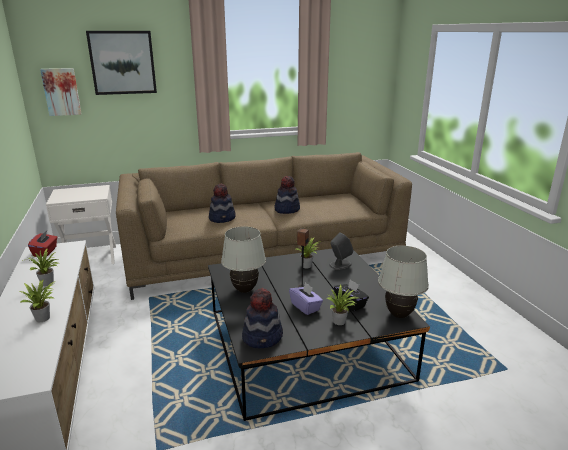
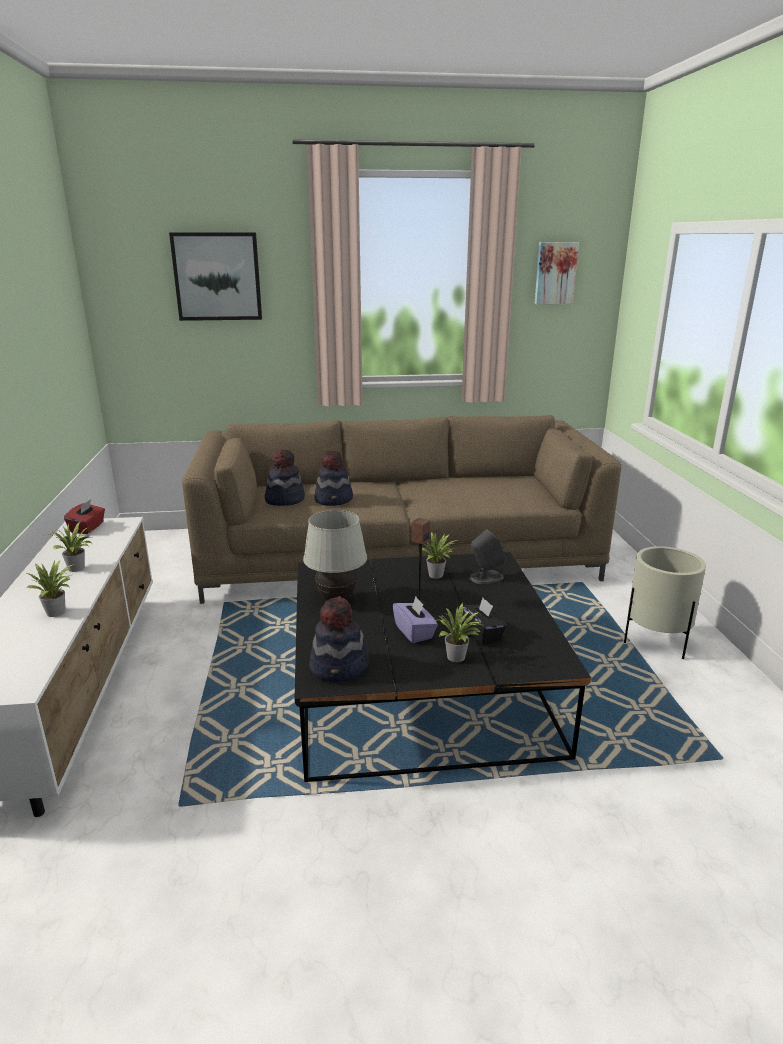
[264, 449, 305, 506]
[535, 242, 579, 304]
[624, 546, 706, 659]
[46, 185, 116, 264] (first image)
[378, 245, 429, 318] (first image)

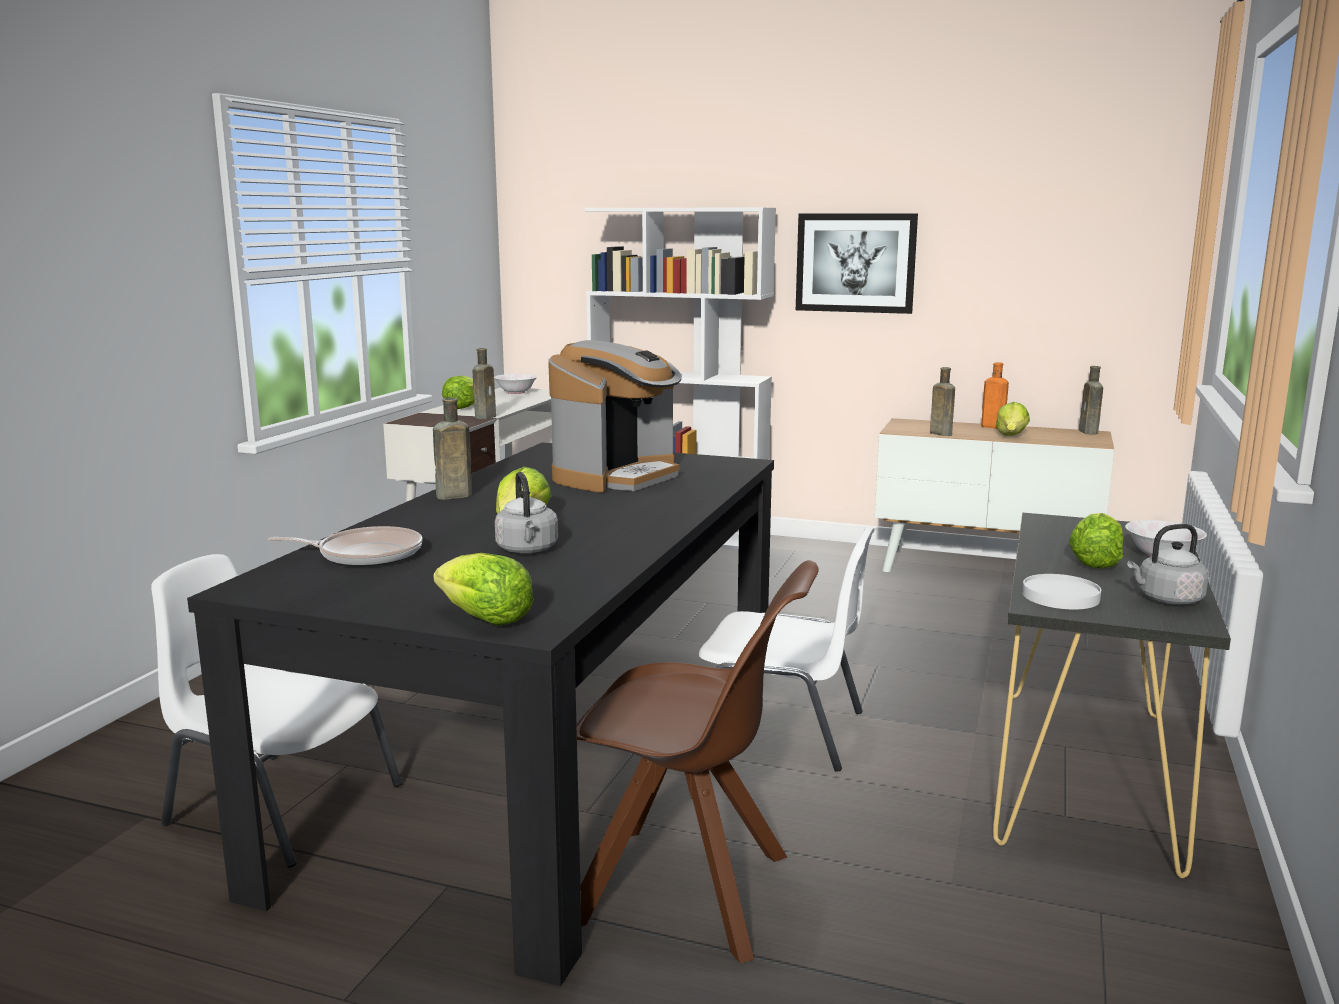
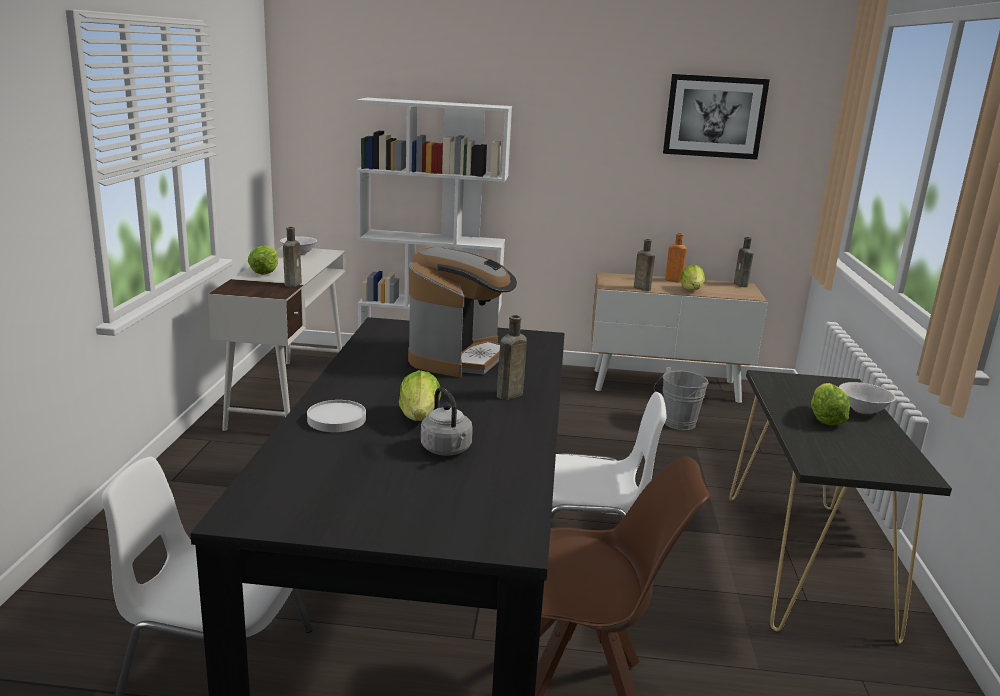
[307, 400, 366, 432]
[497, 315, 527, 400]
[654, 367, 708, 430]
[663, 74, 770, 160]
[268, 526, 423, 567] (first image)
[433, 553, 534, 626] (first image)
[1127, 524, 1209, 605] (first image)

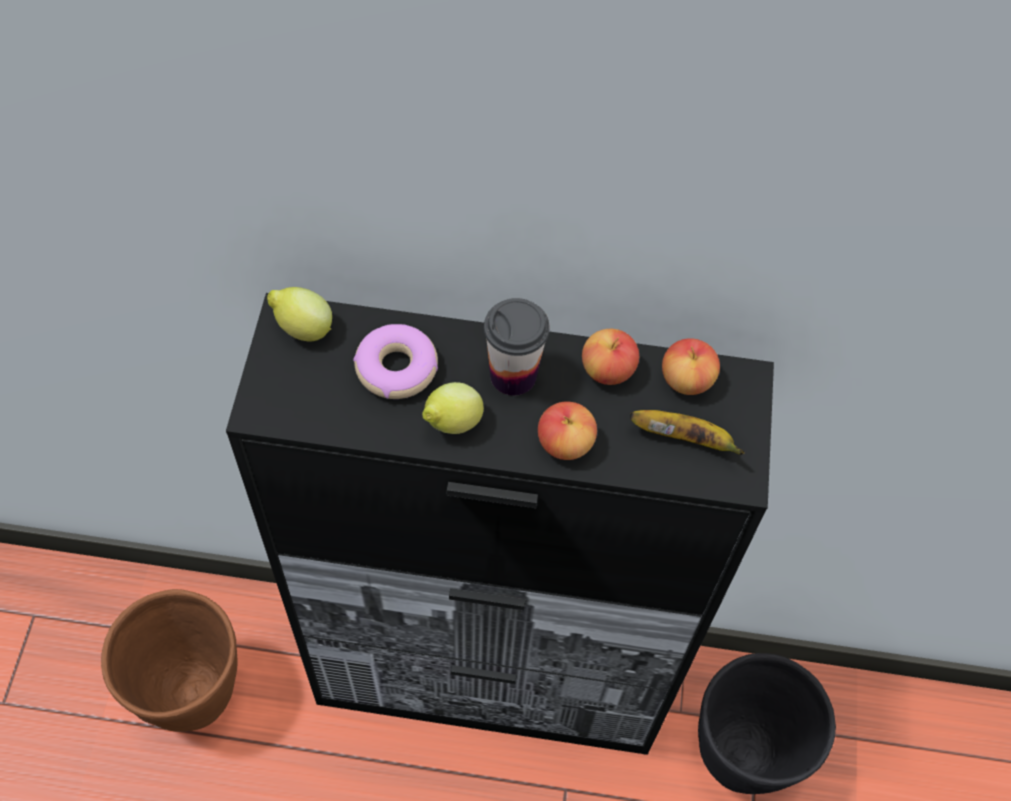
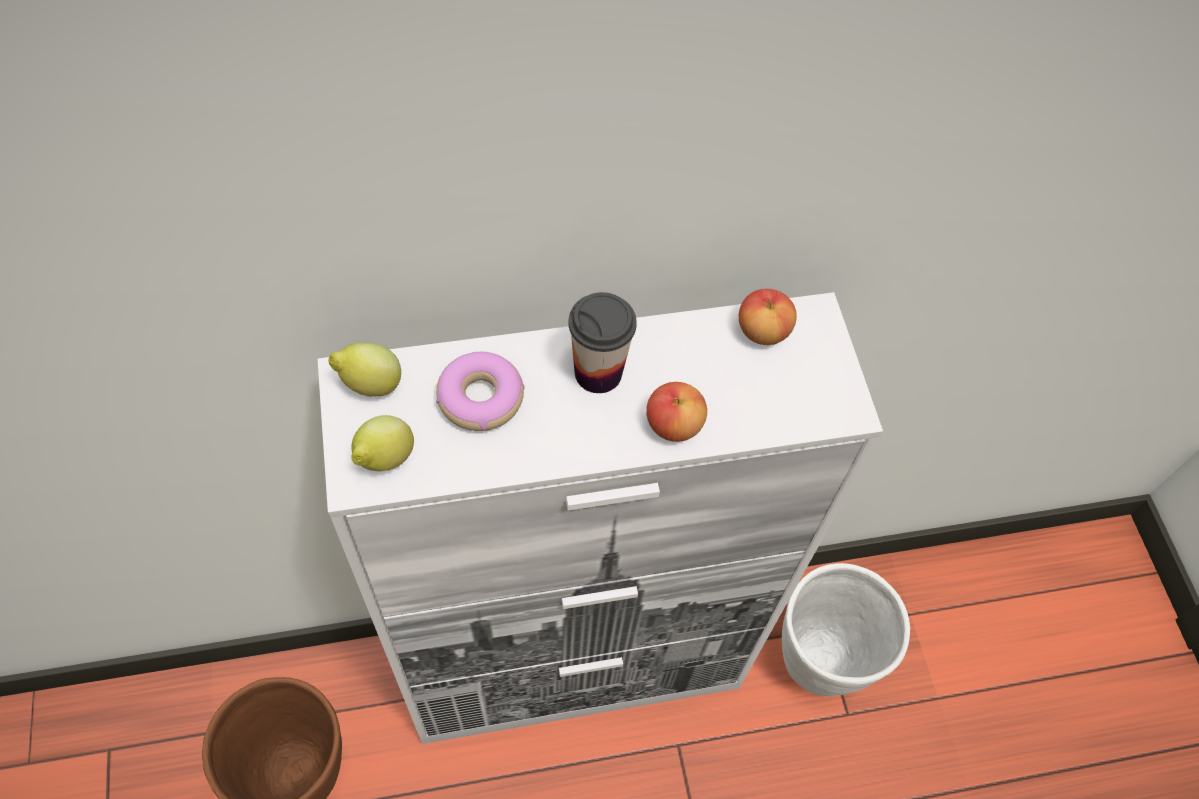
[317, 292, 883, 744]
[351, 415, 414, 471]
[782, 563, 910, 696]
[582, 329, 639, 385] (first image)
[630, 410, 745, 455] (first image)

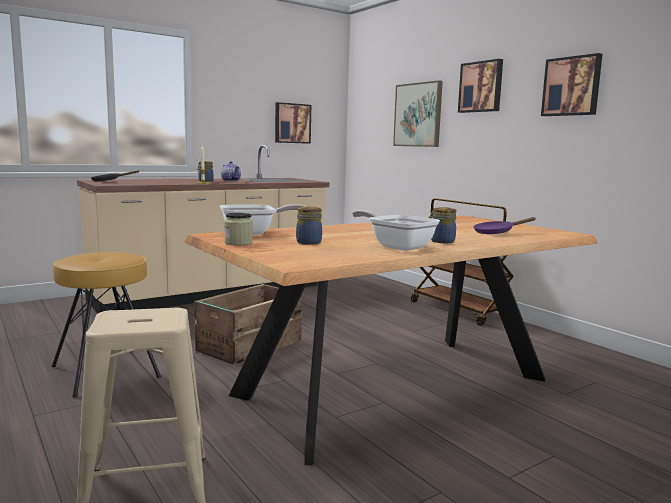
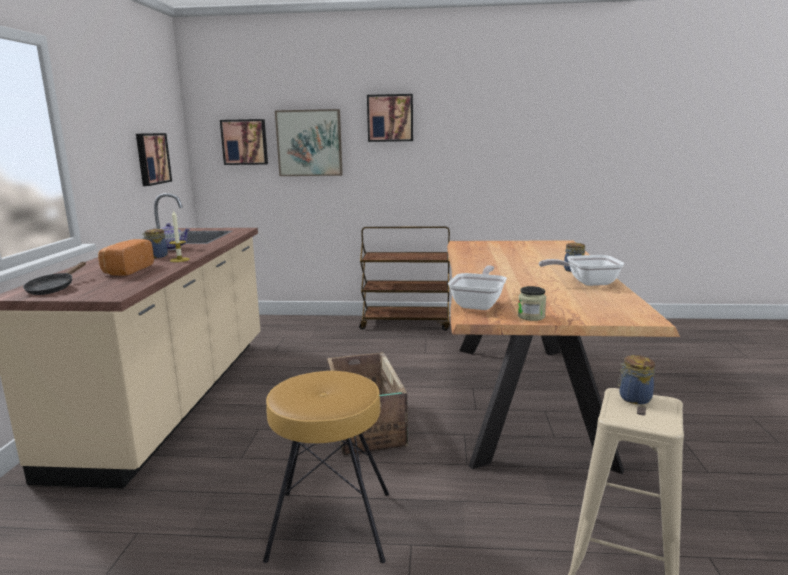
[98, 239, 154, 276]
[220, 119, 268, 165]
[618, 355, 655, 404]
[473, 217, 536, 234] (first image)

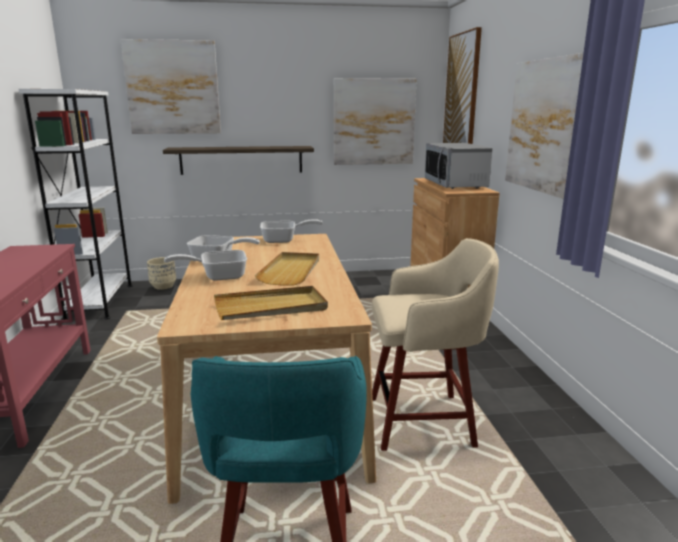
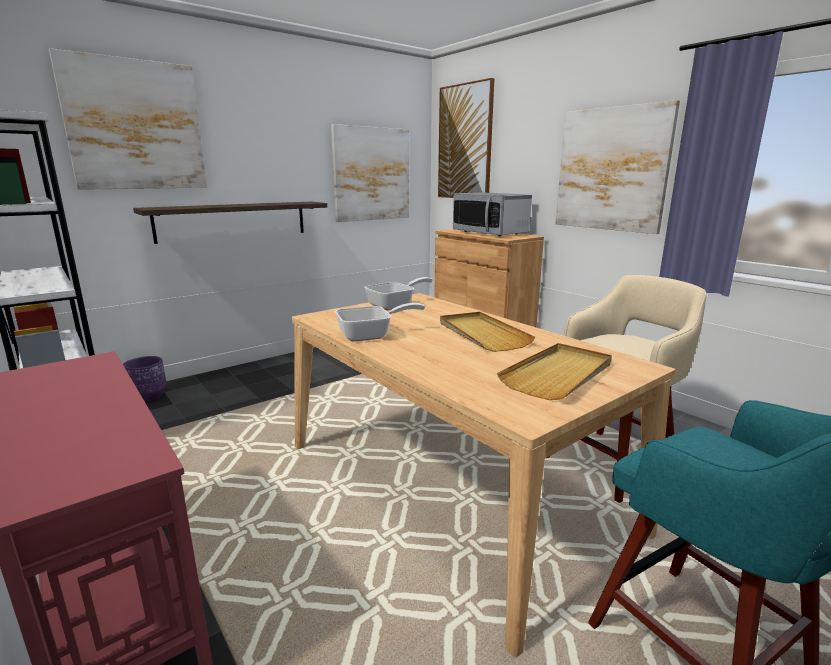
[123, 356, 167, 401]
[164, 250, 247, 281] (first image)

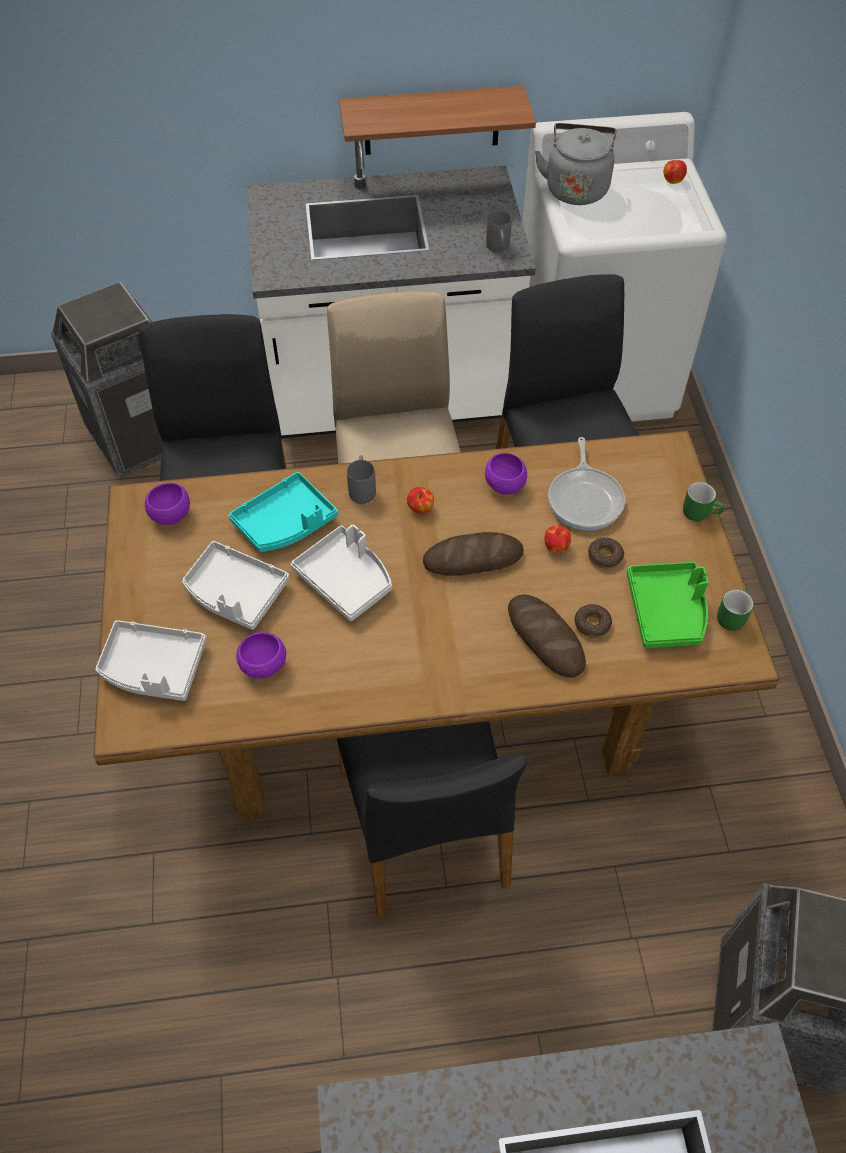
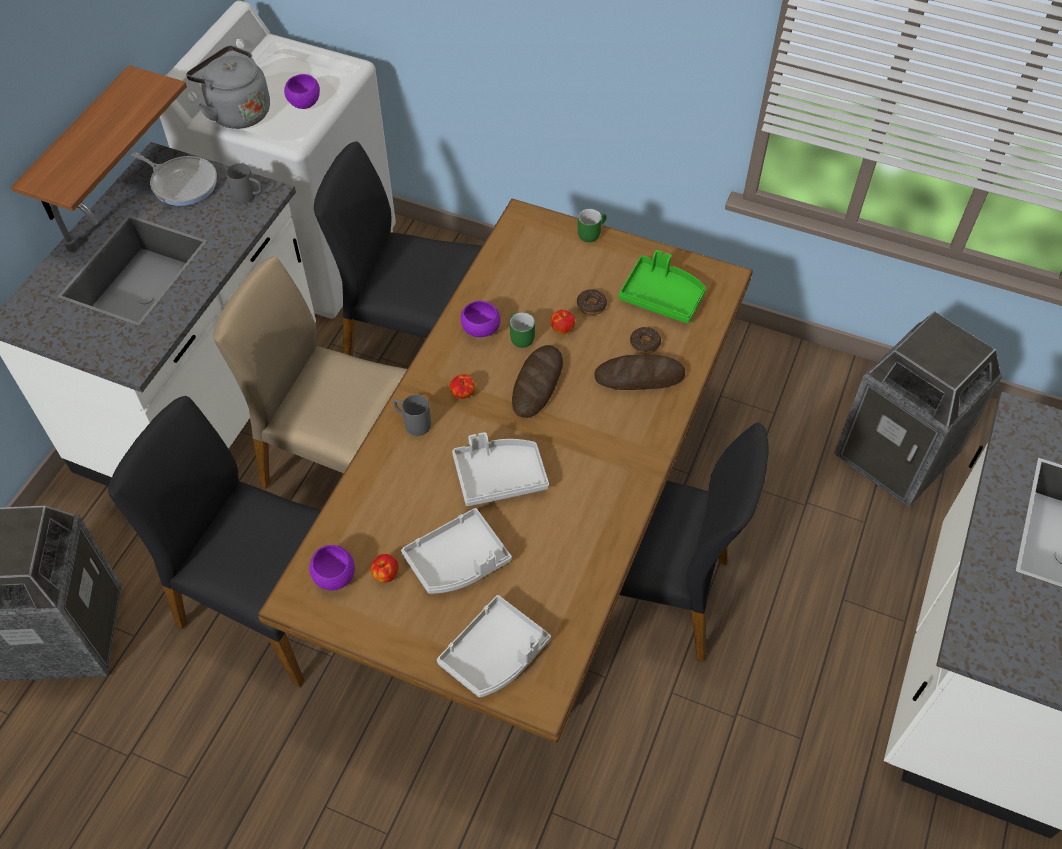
[131, 152, 217, 206]
[284, 74, 320, 109]
[371, 554, 399, 583]
[510, 312, 535, 348]
[229, 472, 338, 552] (first image)

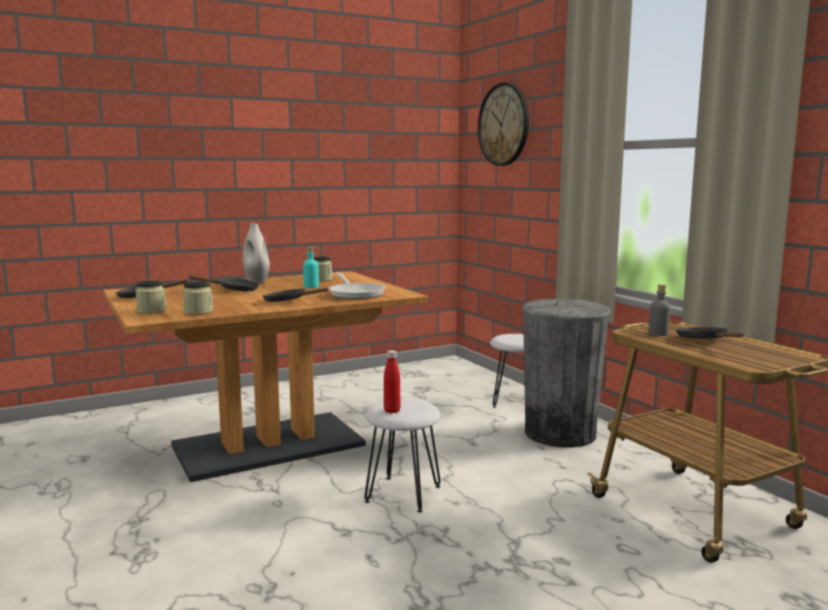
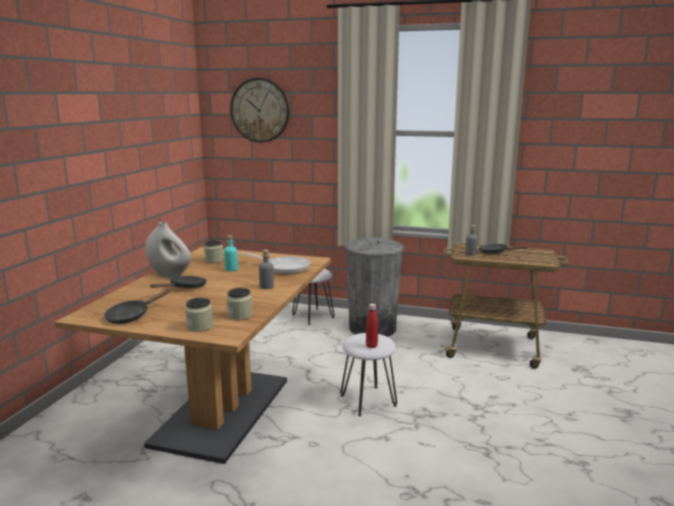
[259, 250, 274, 289]

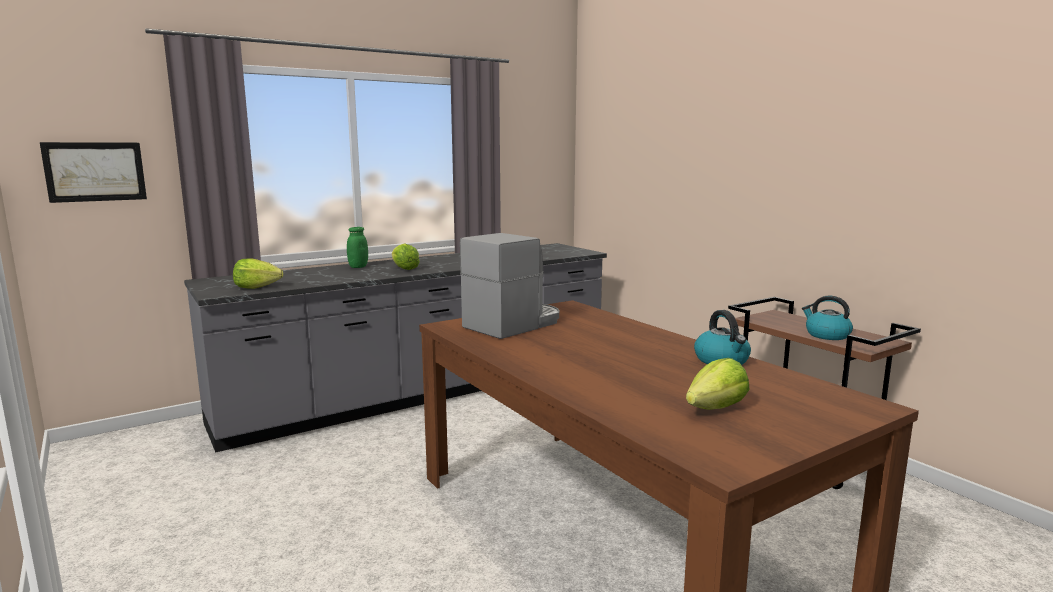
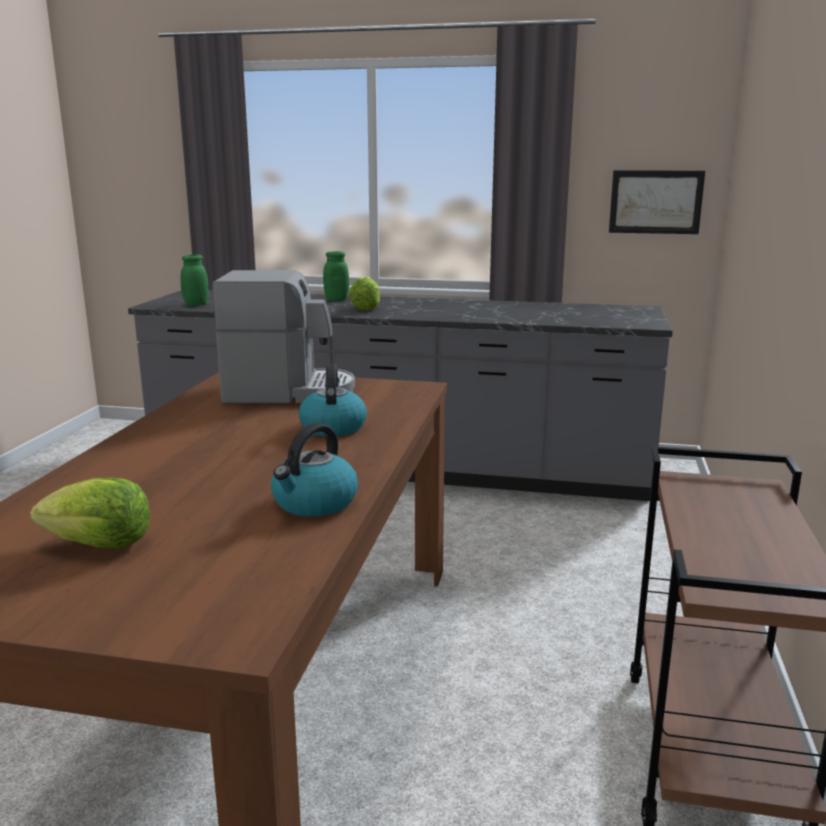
[181, 254, 209, 306]
[299, 364, 367, 436]
[609, 170, 705, 234]

